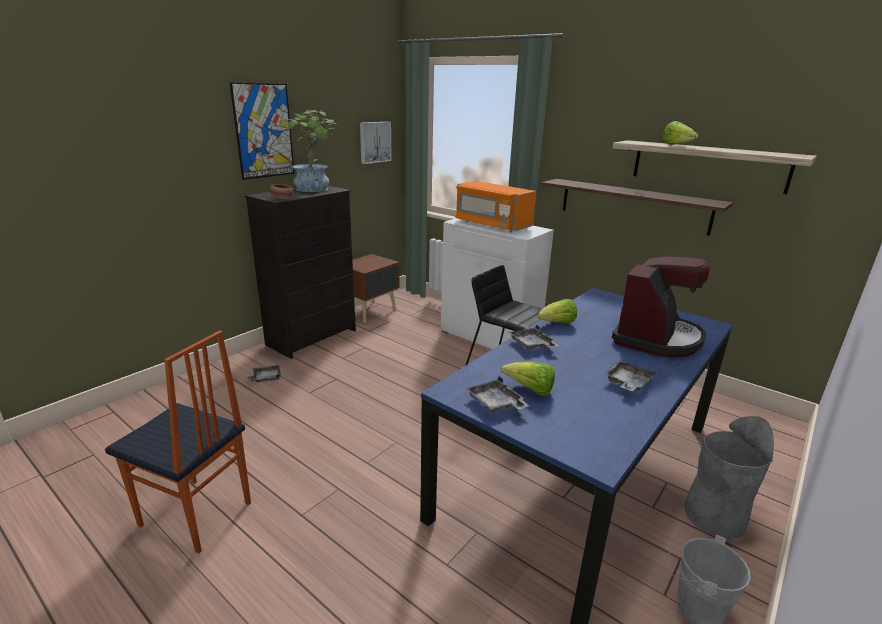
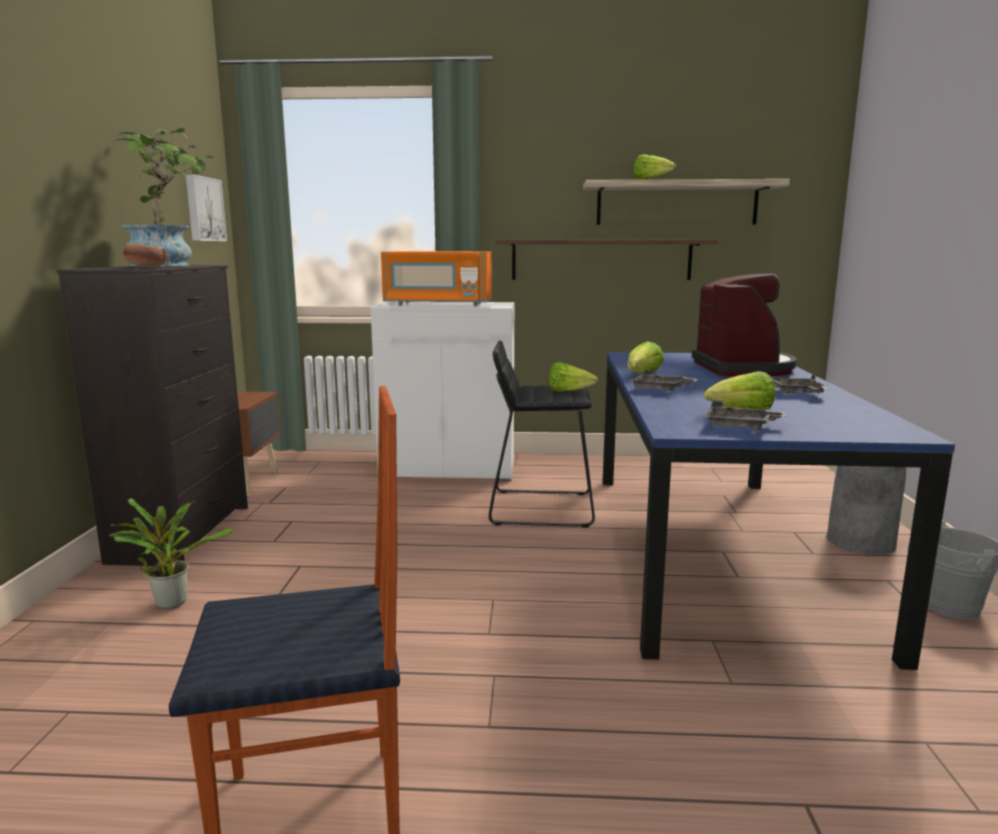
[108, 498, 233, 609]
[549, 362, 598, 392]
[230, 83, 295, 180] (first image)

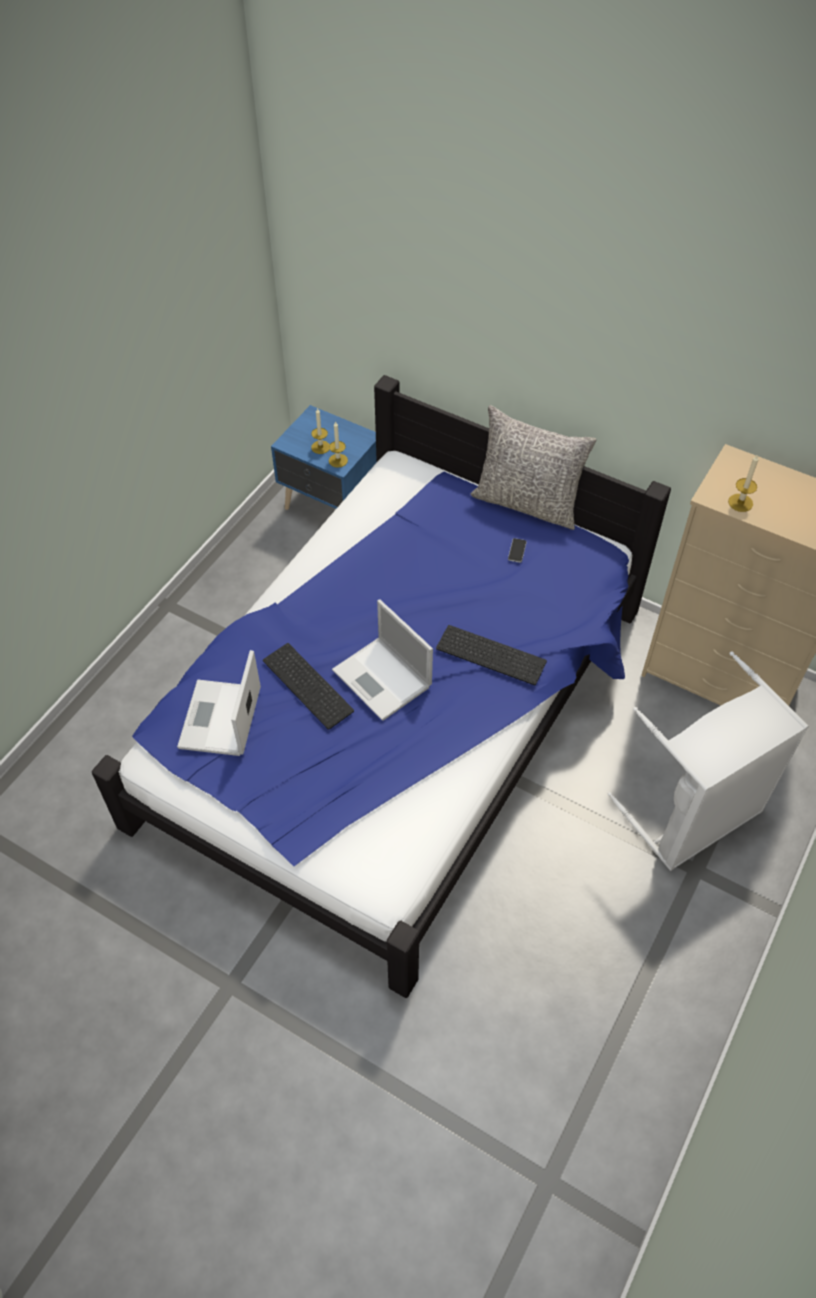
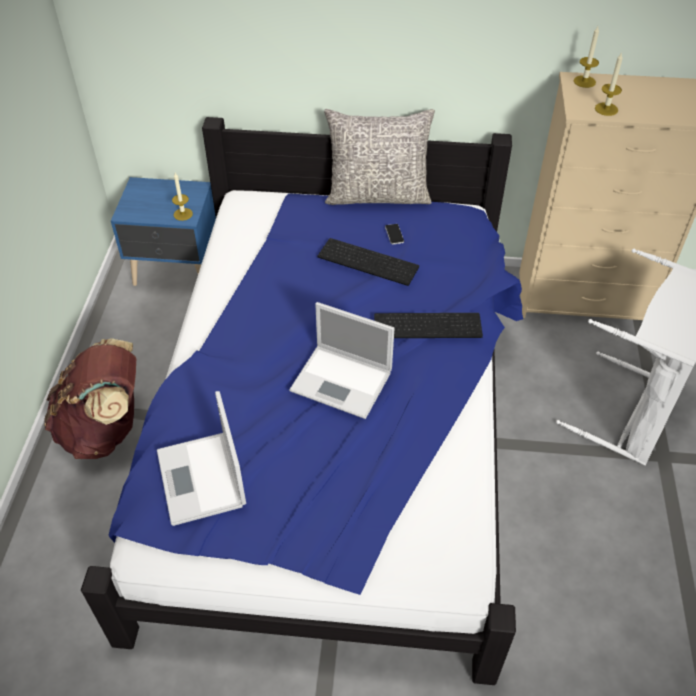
[44, 338, 136, 459]
[318, 238, 419, 286]
[574, 26, 599, 88]

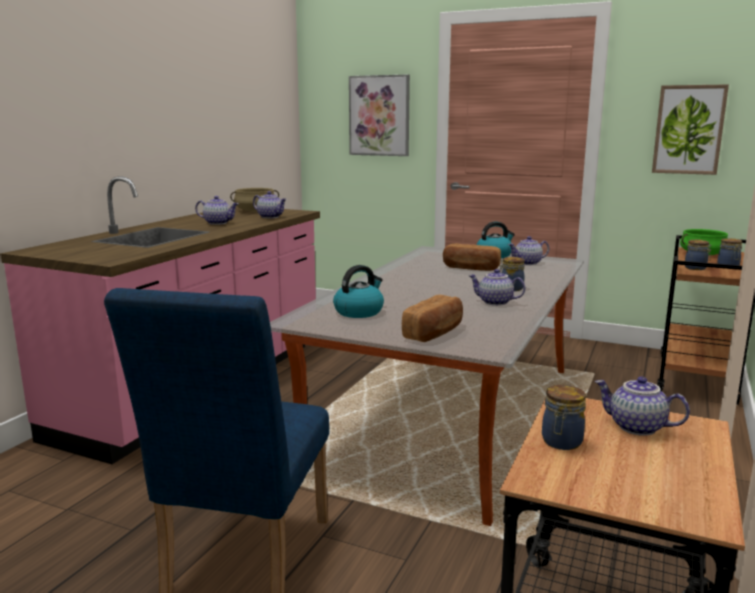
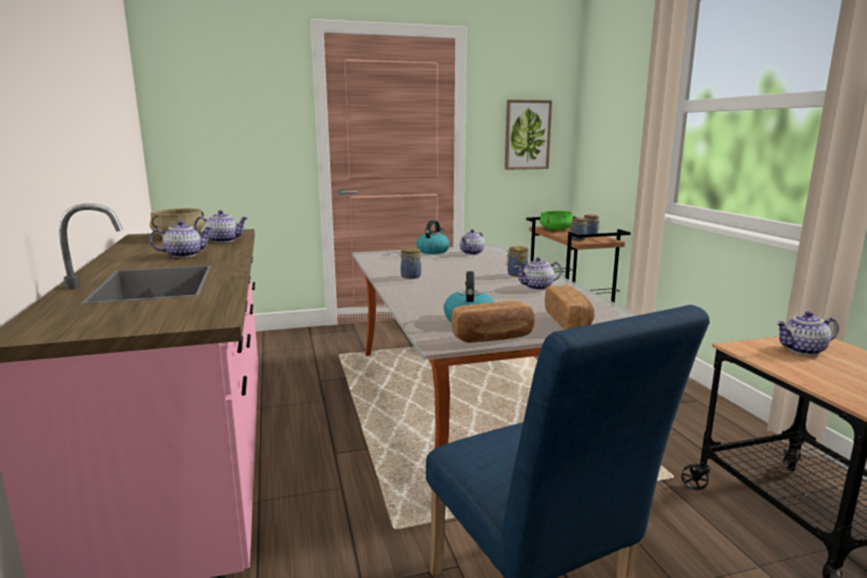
[401, 248, 421, 279]
[451, 300, 535, 343]
[349, 74, 410, 156] (first image)

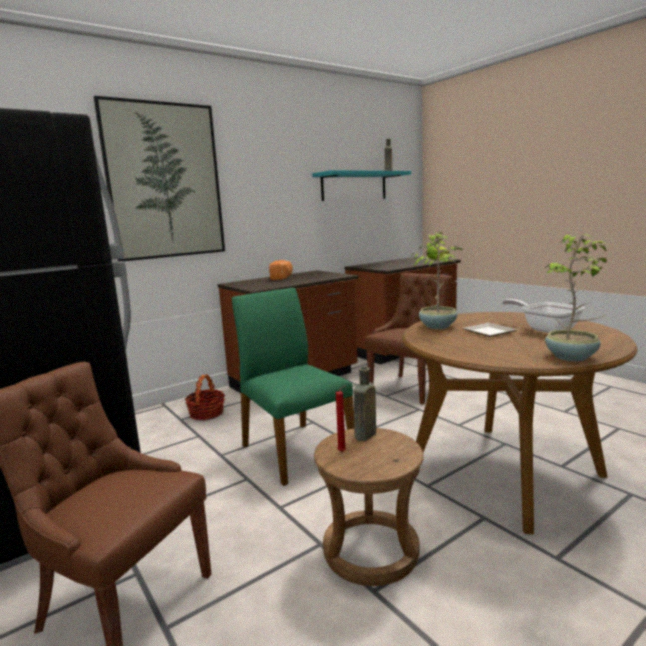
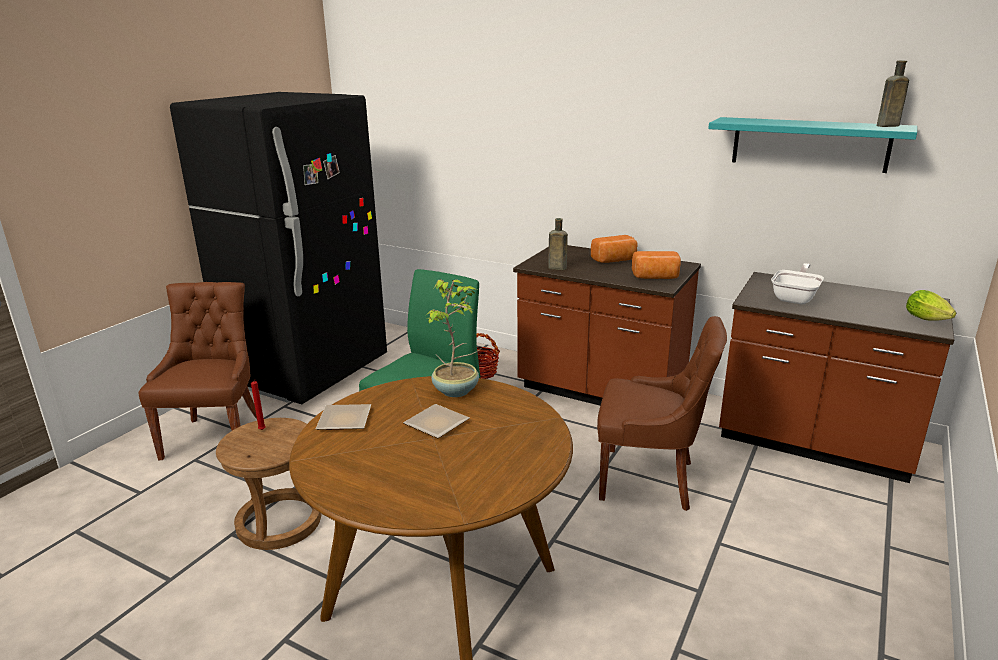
[316, 404, 371, 430]
[548, 218, 568, 270]
[632, 251, 681, 279]
[771, 263, 824, 304]
[94, 96, 225, 261] (first image)
[544, 234, 608, 361] (first image)

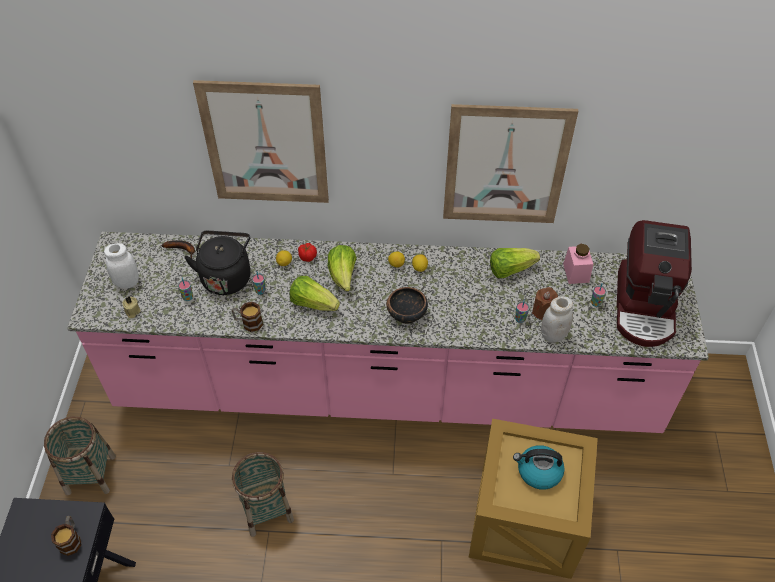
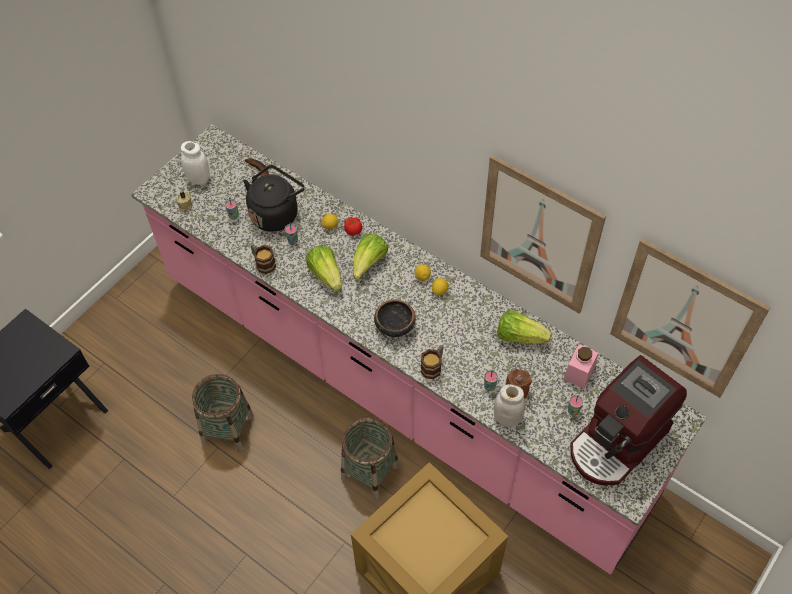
[341, 418, 399, 499]
[421, 345, 443, 379]
[610, 239, 771, 398]
[513, 445, 565, 490] (first image)

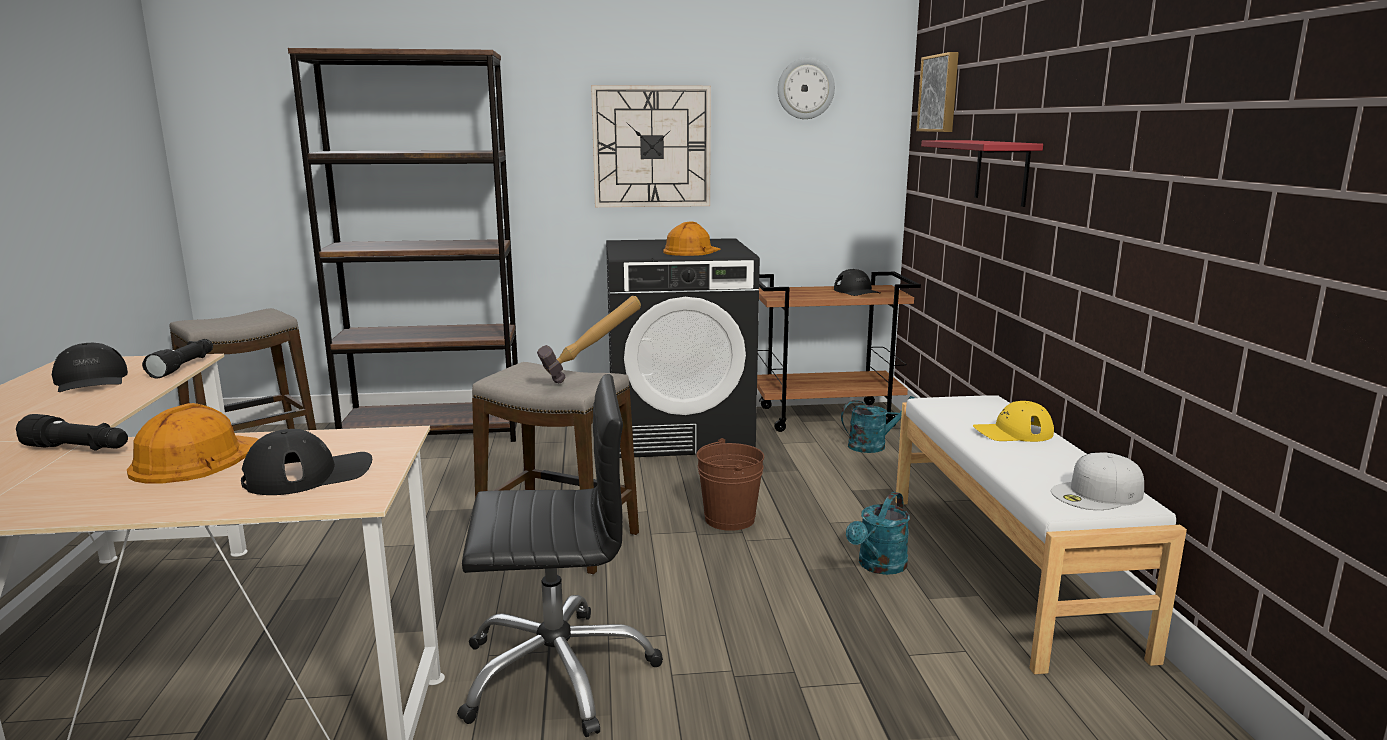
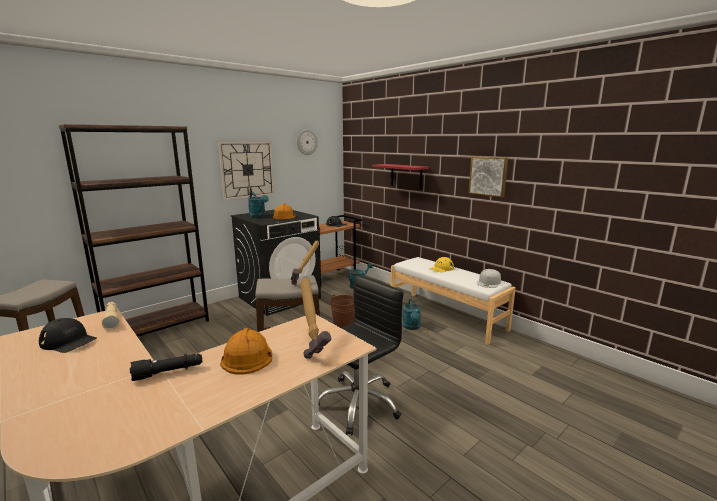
[102, 302, 119, 330]
[248, 192, 269, 217]
[300, 278, 331, 359]
[468, 156, 508, 198]

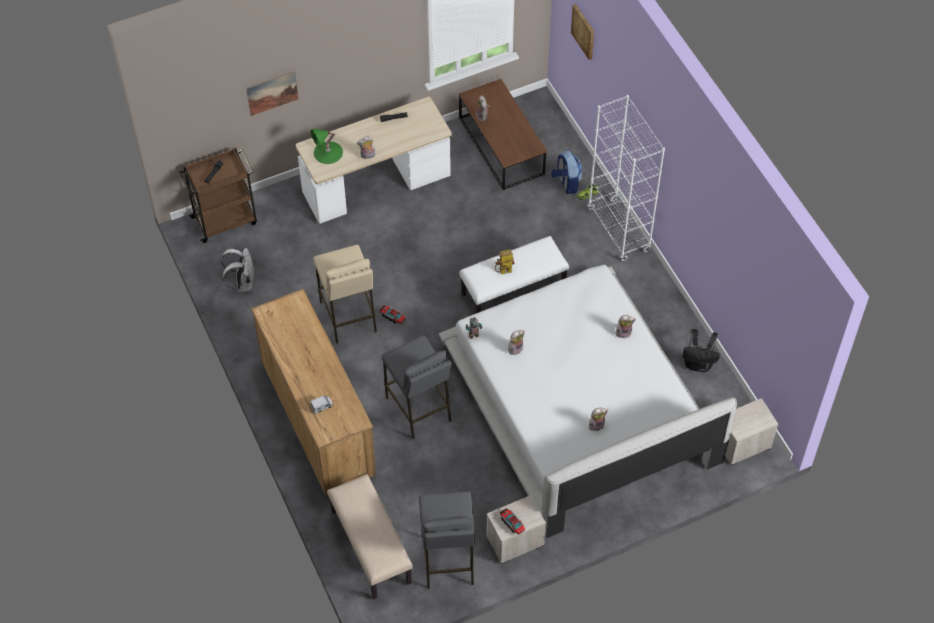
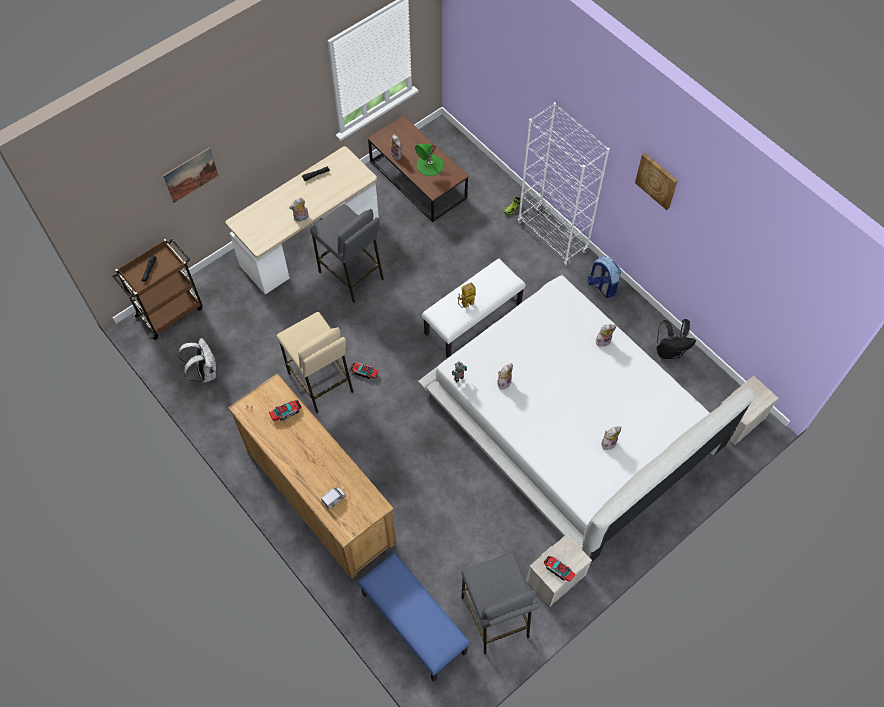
[269, 400, 302, 421]
[310, 204, 384, 303]
[358, 553, 470, 682]
[415, 143, 444, 176]
[588, 256, 621, 298]
[635, 153, 678, 210]

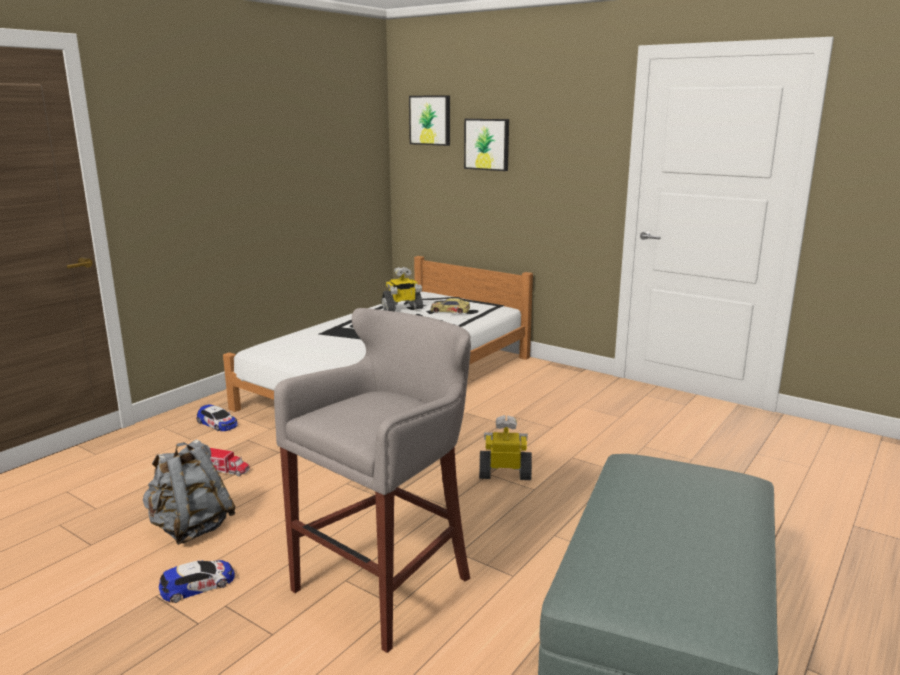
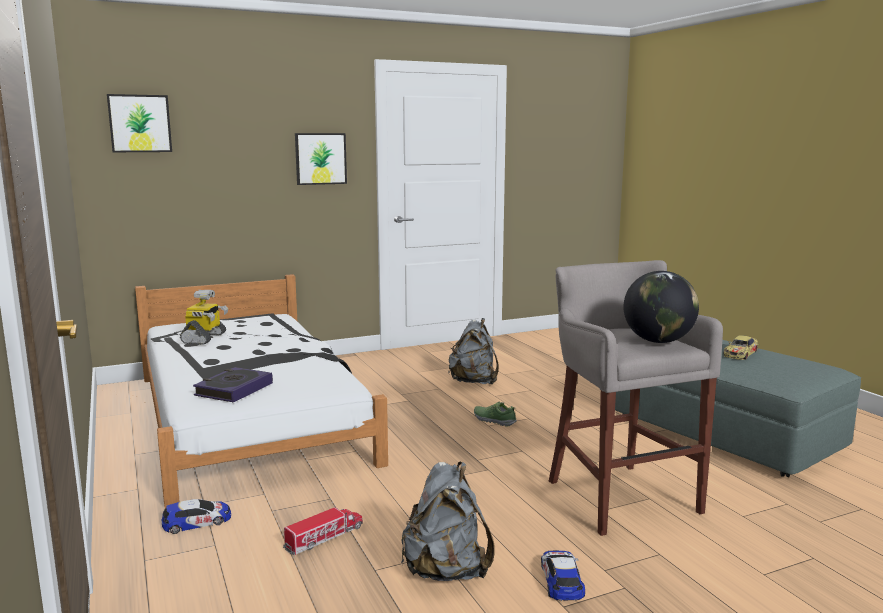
[193, 367, 273, 403]
[295, 133, 347, 185]
[448, 318, 499, 384]
[474, 402, 517, 427]
[623, 271, 699, 343]
[723, 335, 758, 360]

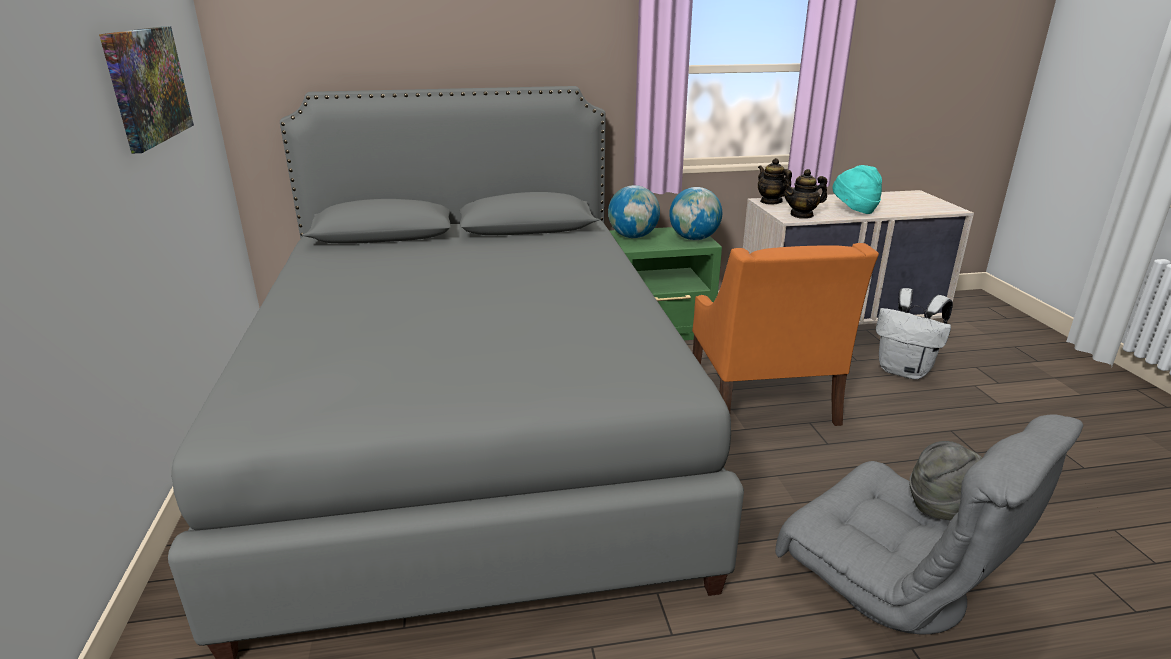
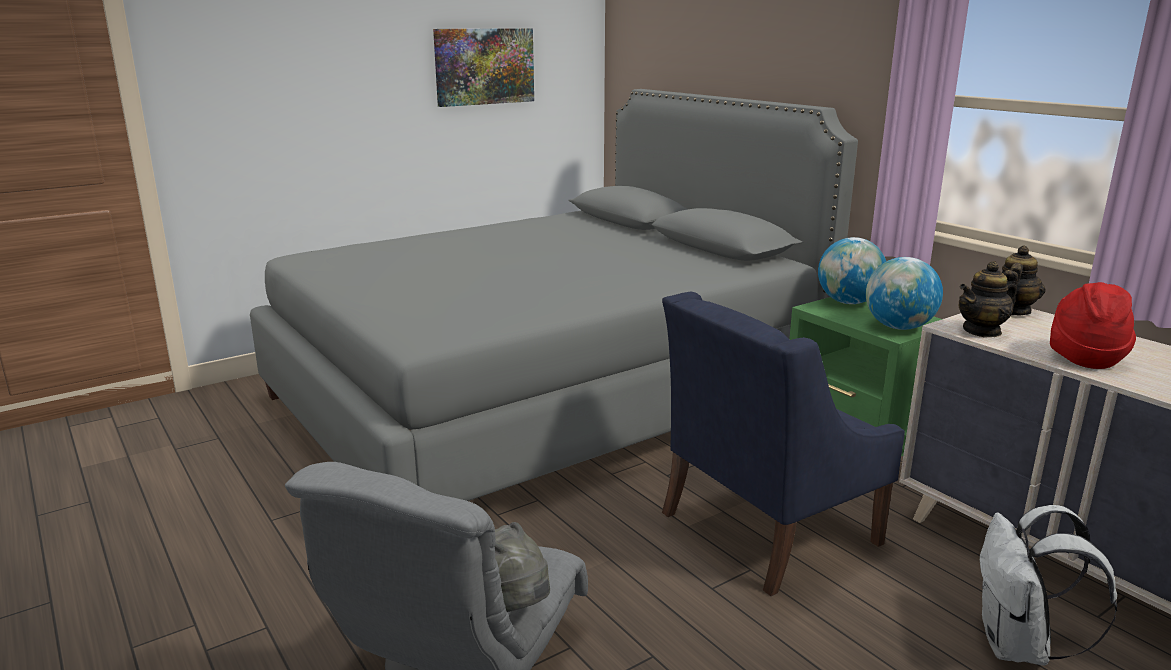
[662, 291, 905, 596]
[959, 261, 1018, 337]
[1050, 282, 1136, 369]

